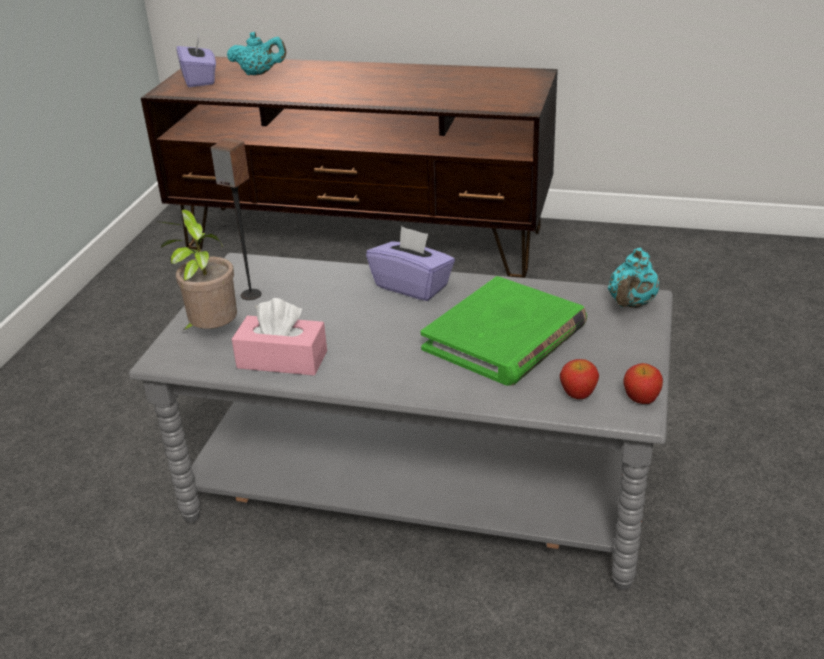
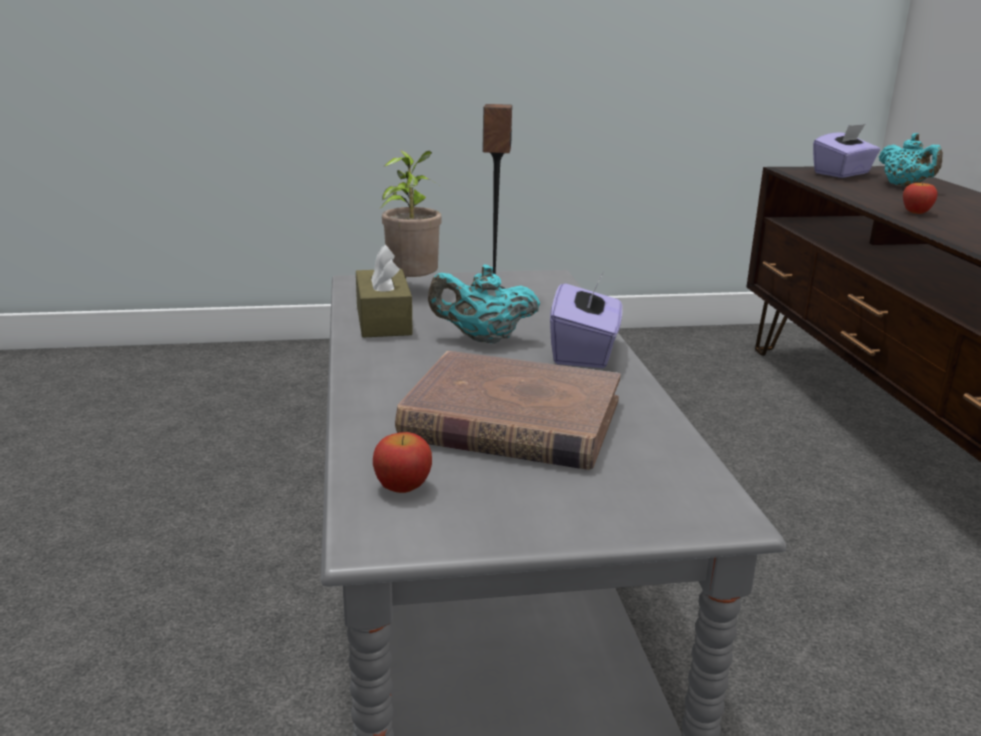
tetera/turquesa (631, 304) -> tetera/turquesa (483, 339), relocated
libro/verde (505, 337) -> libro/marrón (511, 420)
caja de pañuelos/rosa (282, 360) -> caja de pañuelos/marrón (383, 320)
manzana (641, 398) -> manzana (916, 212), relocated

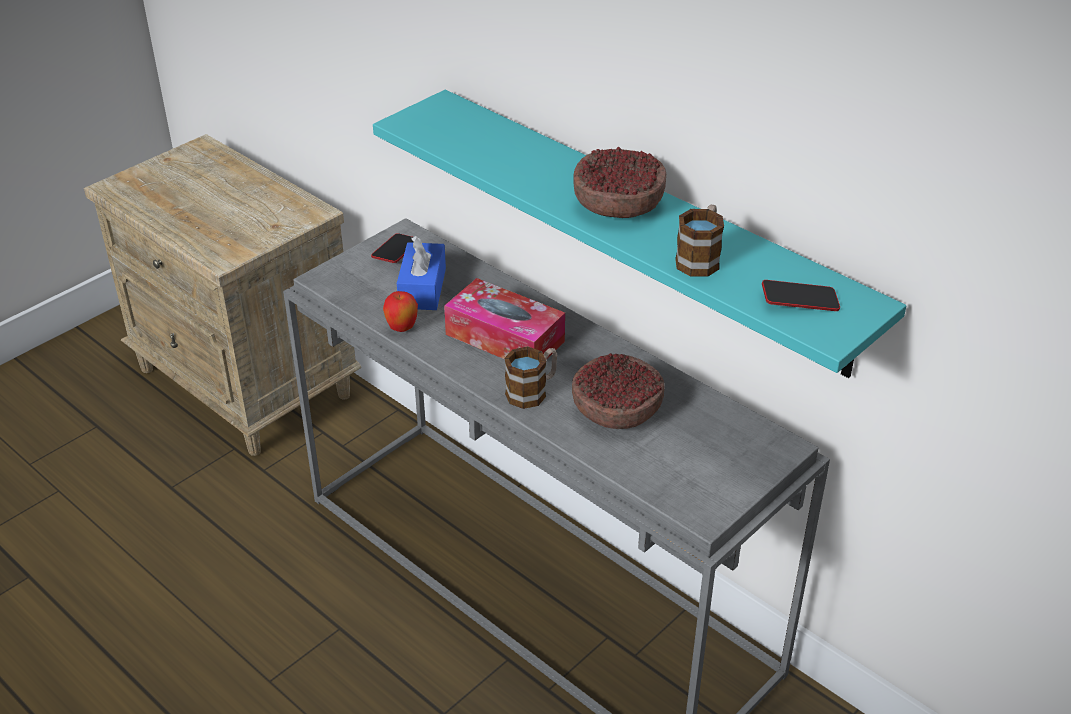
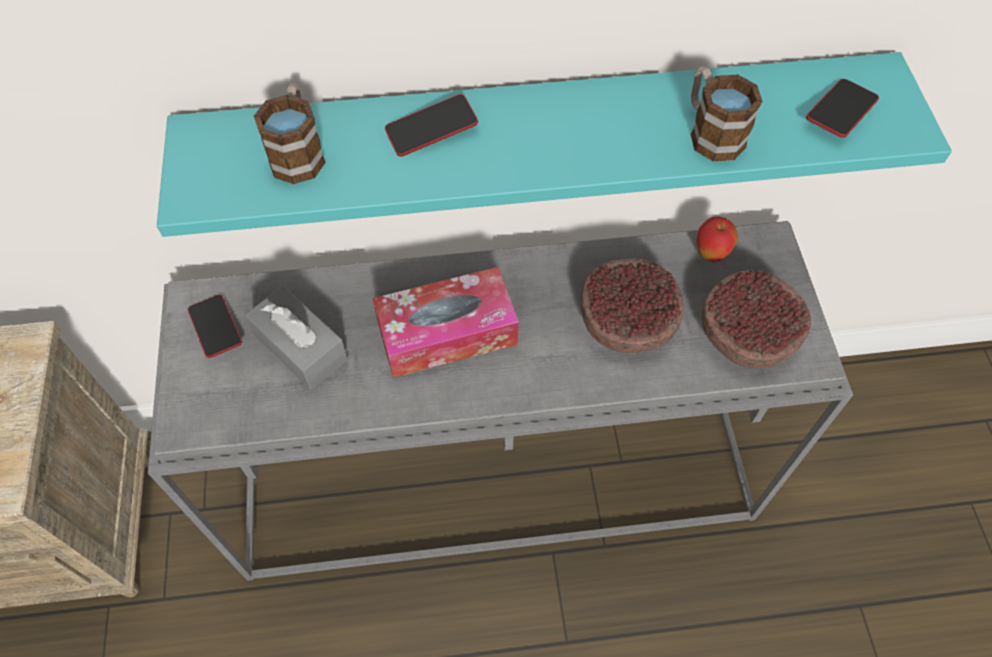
cuenco (617, 204) -> cuenco (747, 334), relocated
caja de pañuelos/azul (422, 288) -> caja de pañuelos/gris (300, 347)
manzana (402, 328) -> manzana (710, 254), relocated
taza grande (532, 391) -> taza grande (298, 152), relocated
none -> móvil (431, 130)

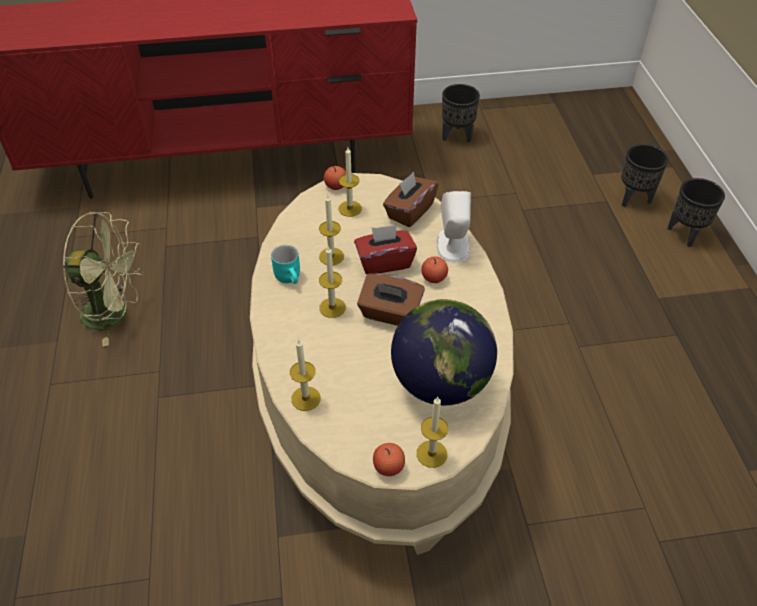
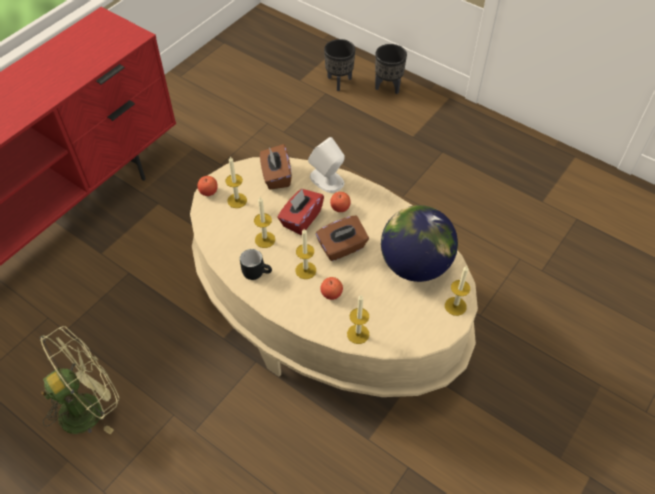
maceta/negro (457, 135) -> none
taza grande/turquesa (291, 277) -> taza grande/negro (257, 271)
manzana (388, 466) -> manzana (331, 293), relocated

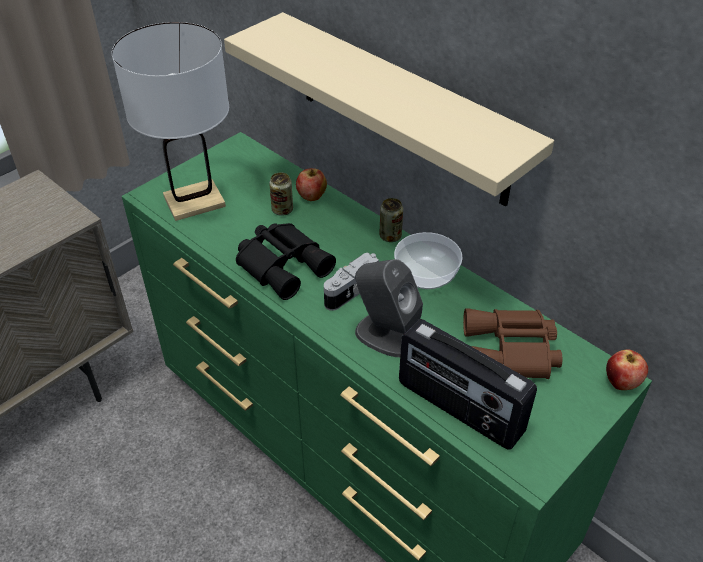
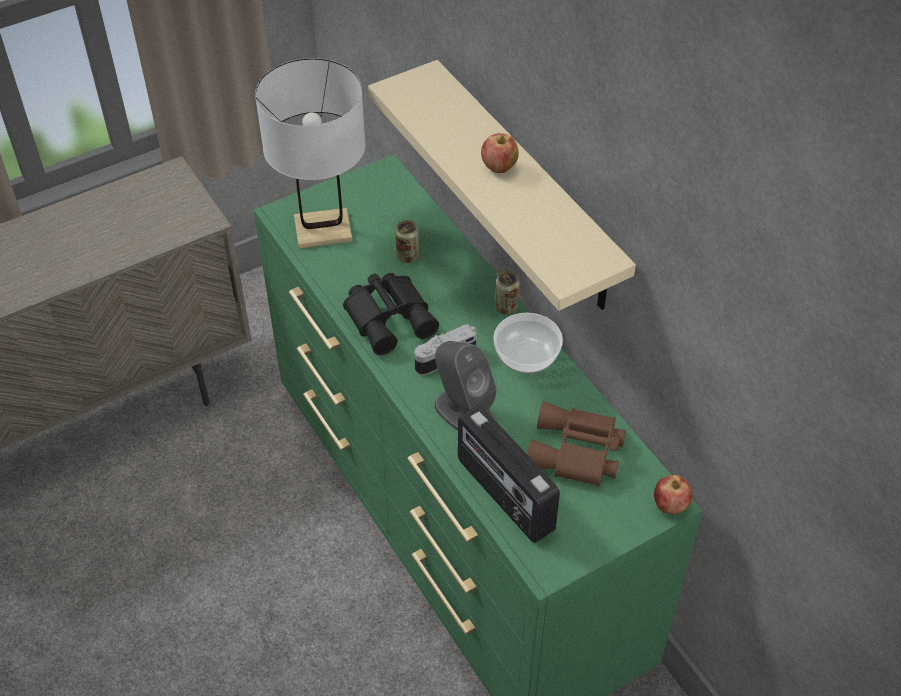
manzana (311, 197) -> manzana (499, 168), relocated

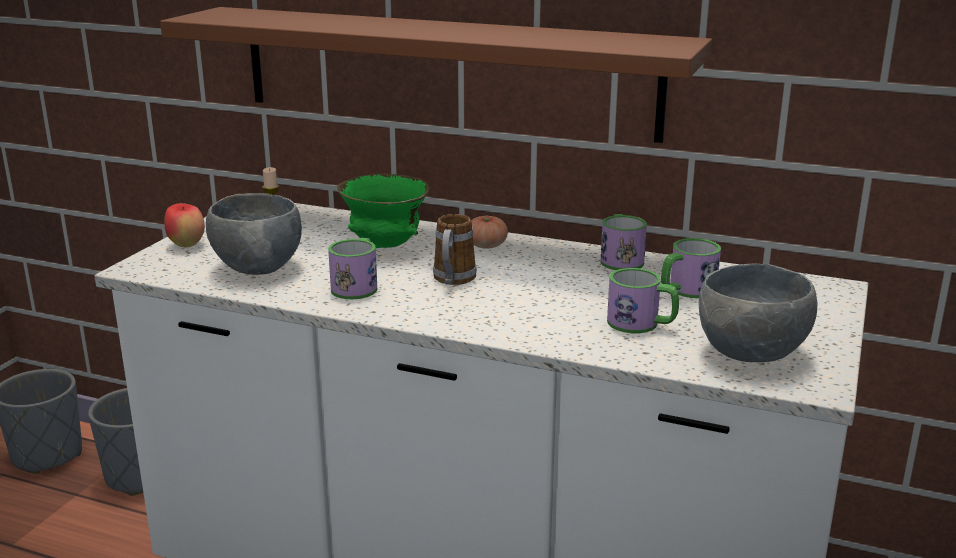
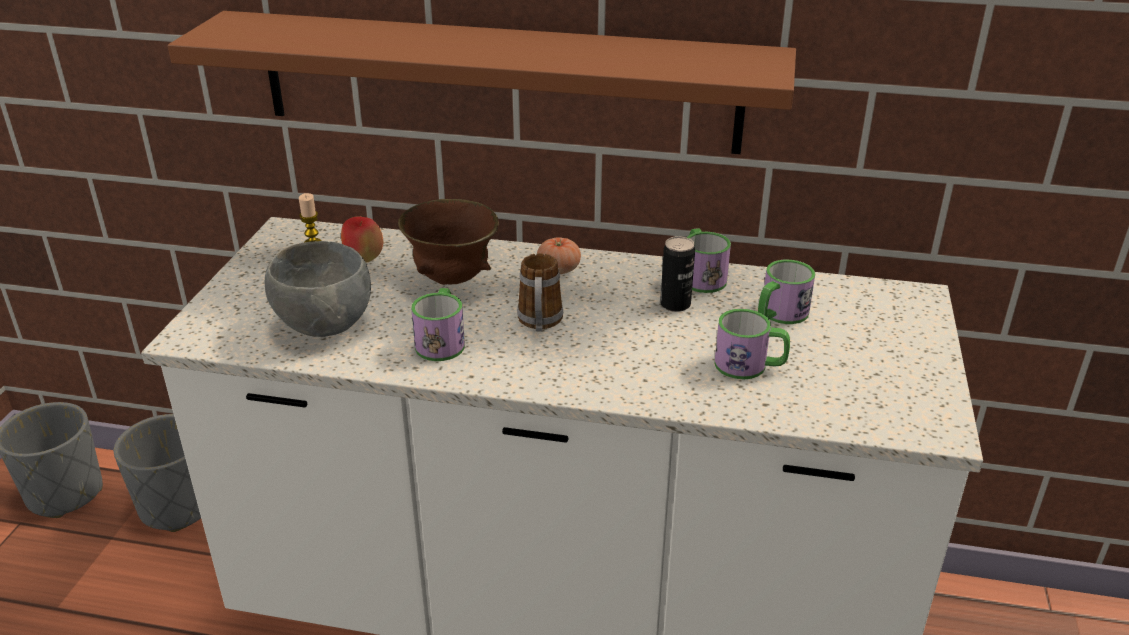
cuenco/verde (385, 246) -> cuenco/marrón (452, 280)
manzana (187, 245) -> manzana (364, 259), relocated
cuenco/gris (752, 355) -> none
none -> lata (675, 304)

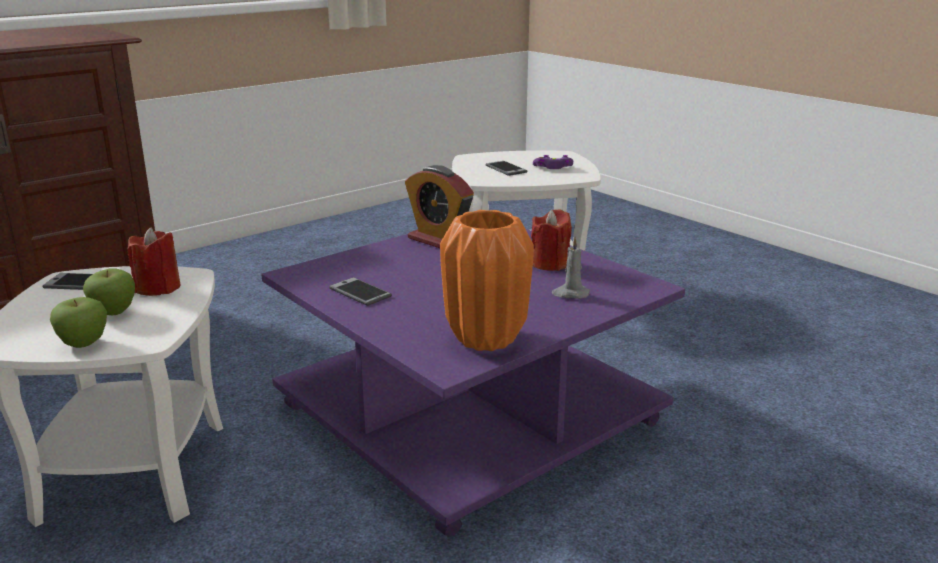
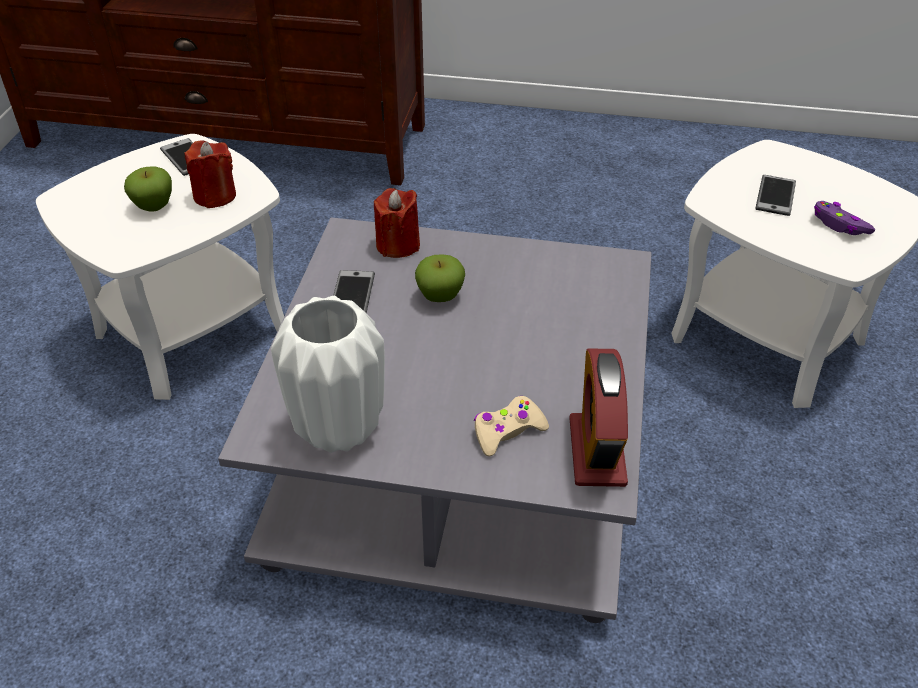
despertador (439, 241) -> despertador (597, 451), relocated
vela/rojo (550, 264) -> vela/rojo (398, 245), relocated
florero/naranja (486, 339) -> florero/blanco (338, 430)
mesa de centro/morado (473, 415) -> mesa de centro/gris (462, 470)
vela/gris (570, 294) -> mando de consola/beis (507, 431)
manzana (84, 343) -> manzana (440, 296), relocated

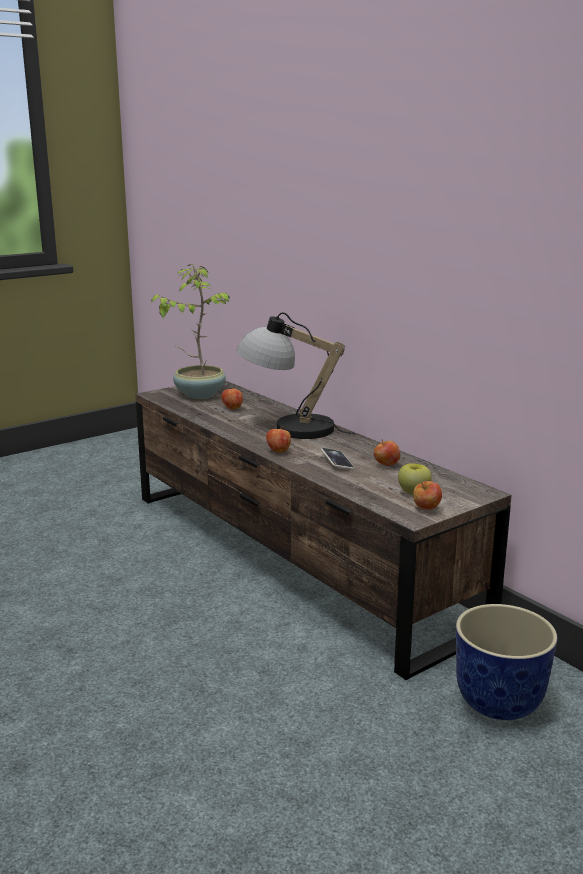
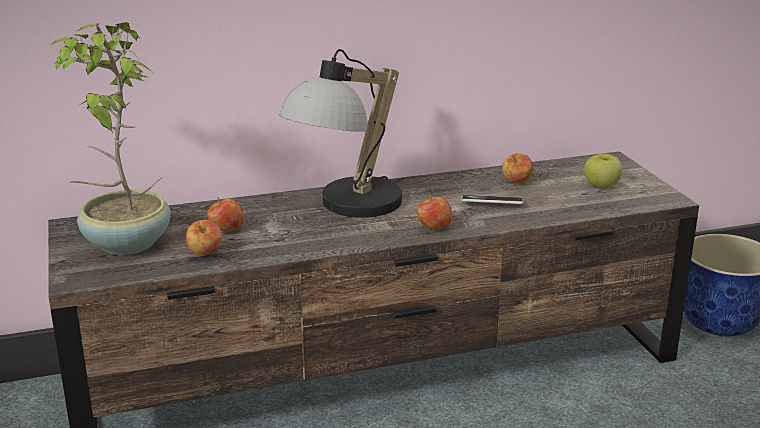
manzana (427, 509) -> manzana (205, 254), relocated

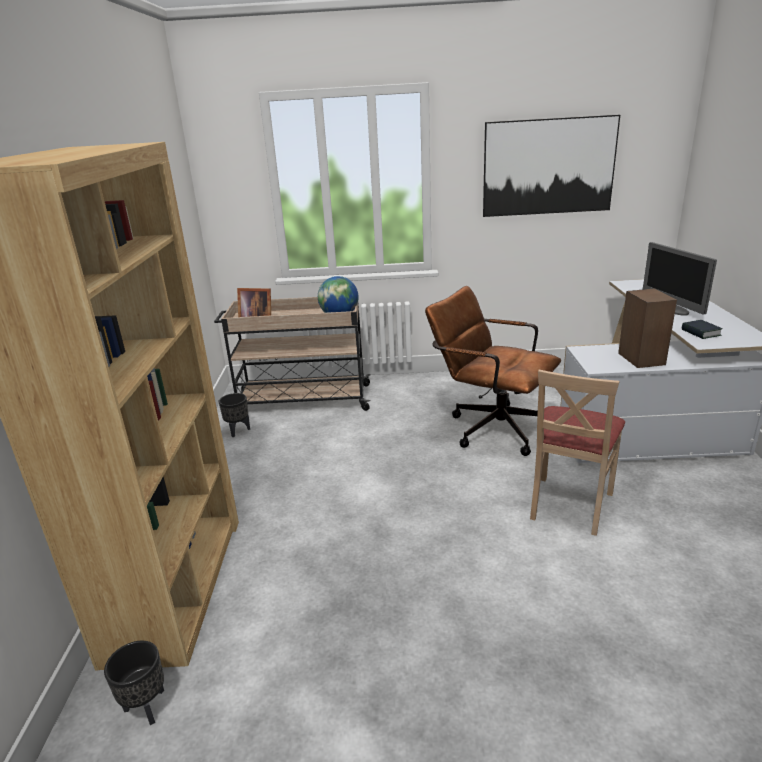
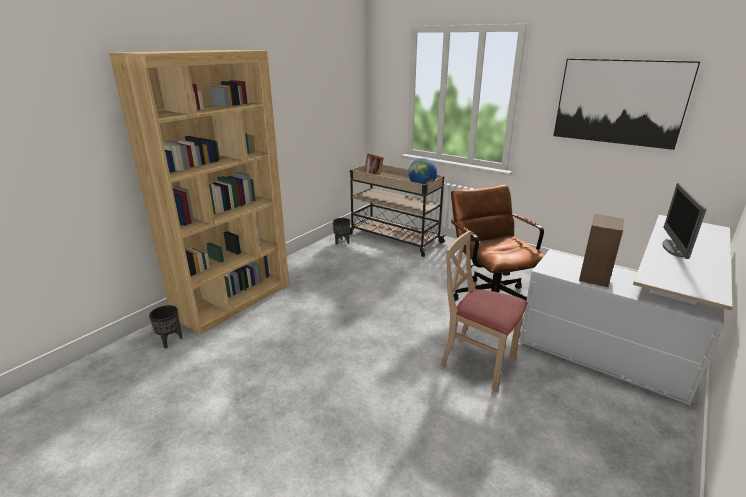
libro (700, 333) -> none
silla/beis (569, 504) -> silla/beis (478, 362), 60 degrees clockwise

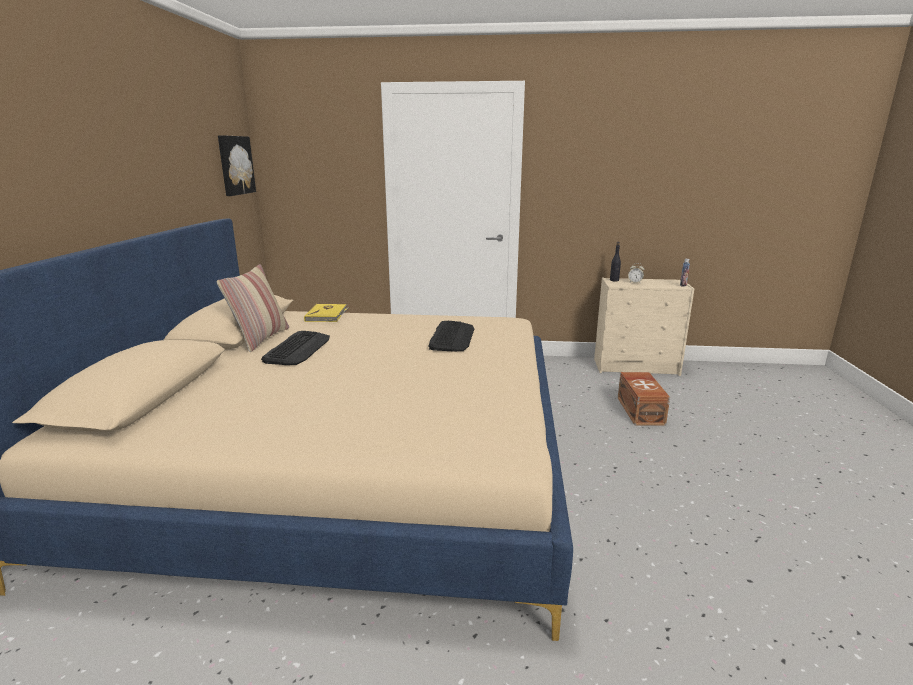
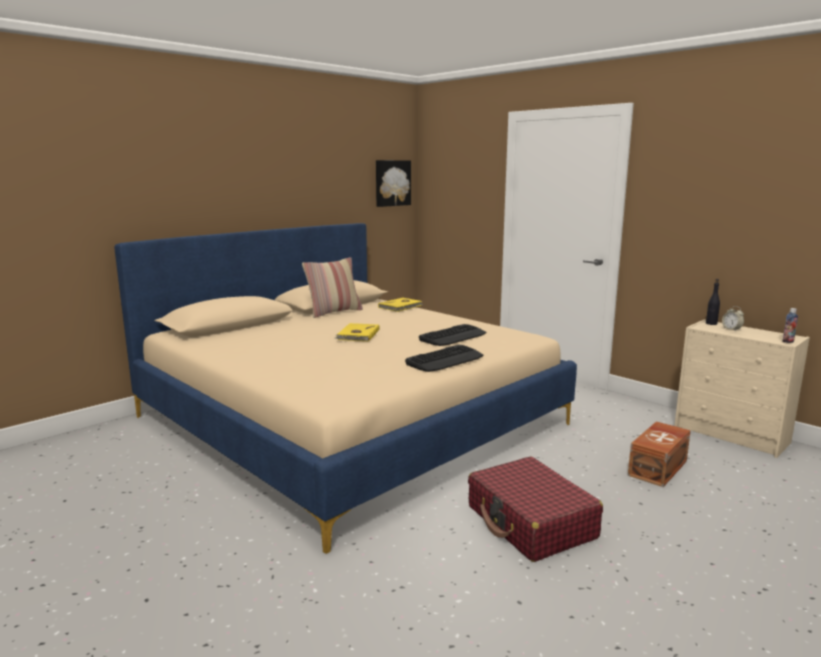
teclado (298, 349) -> teclado (445, 359), relocated
none -> libro/amarillo (357, 334)
none -> maleta/rojo (531, 522)

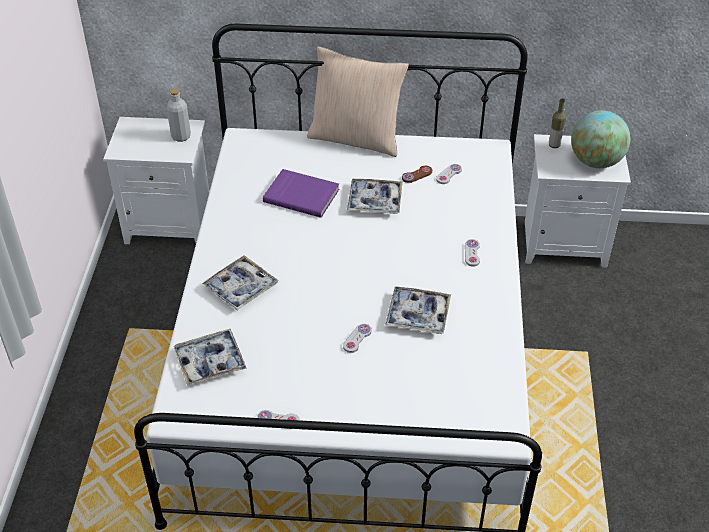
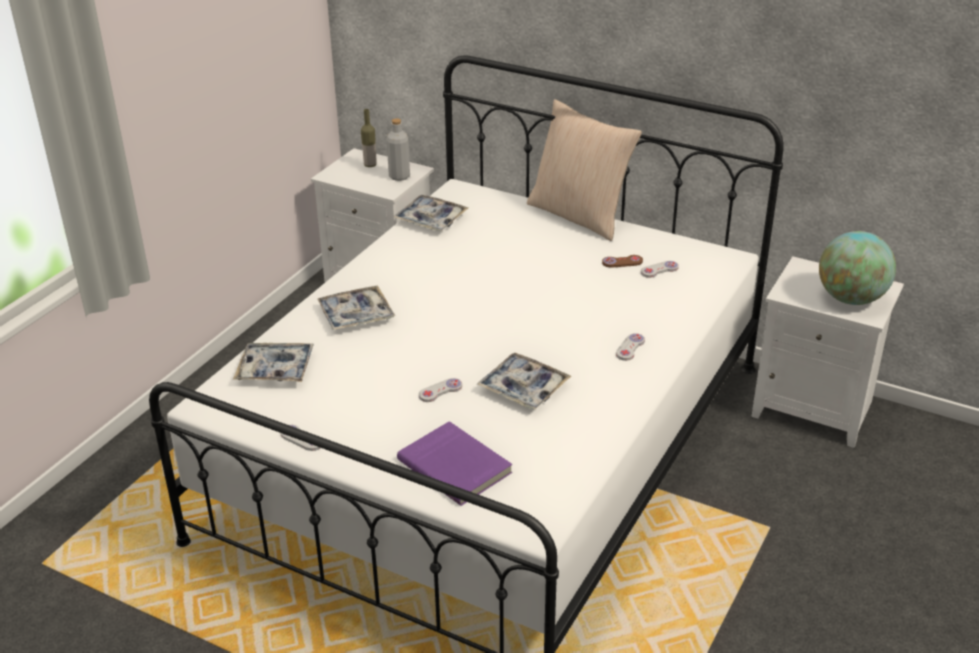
botella (554, 145) -> botella (370, 165), relocated
libro/morado (302, 195) -> libro/morado (456, 465), relocated
bandeja (374, 201) -> bandeja (431, 219), relocated

